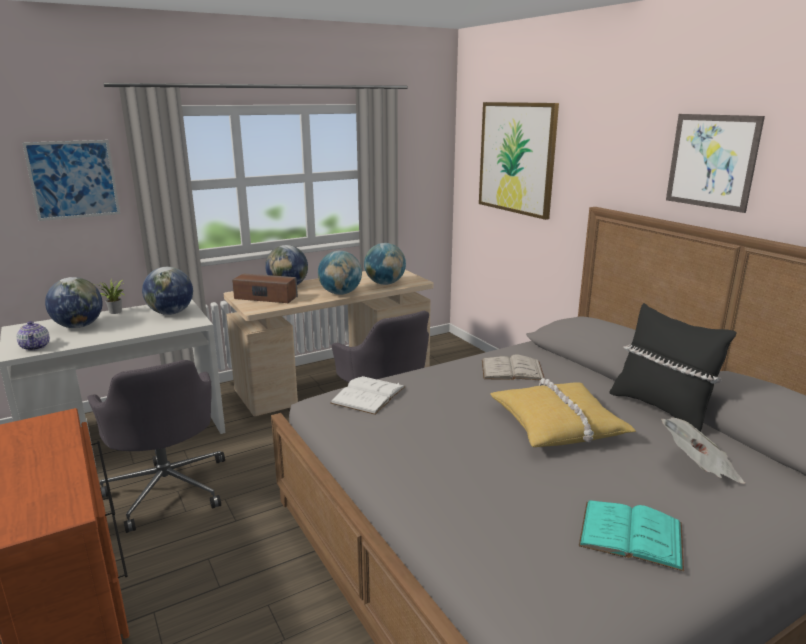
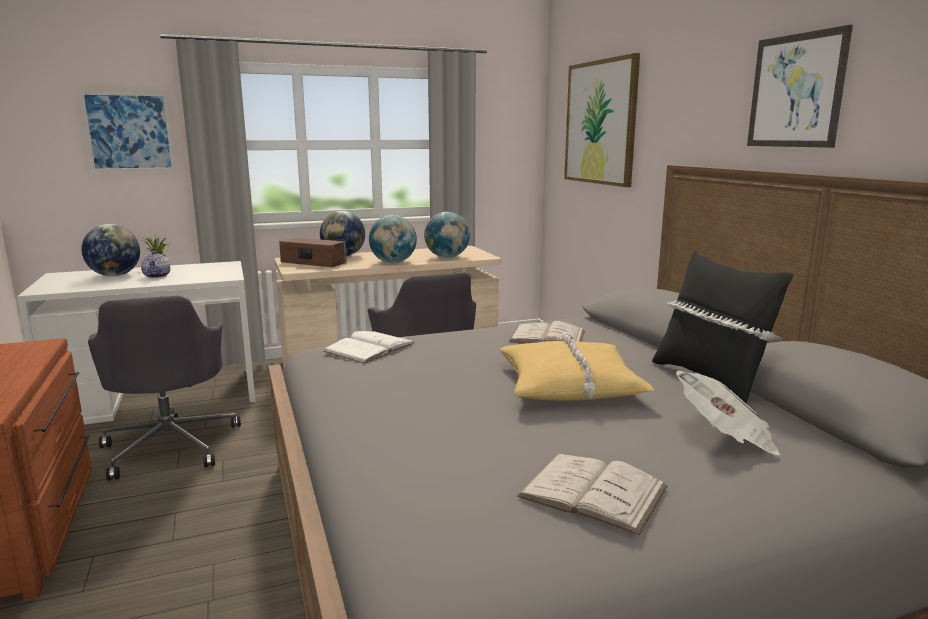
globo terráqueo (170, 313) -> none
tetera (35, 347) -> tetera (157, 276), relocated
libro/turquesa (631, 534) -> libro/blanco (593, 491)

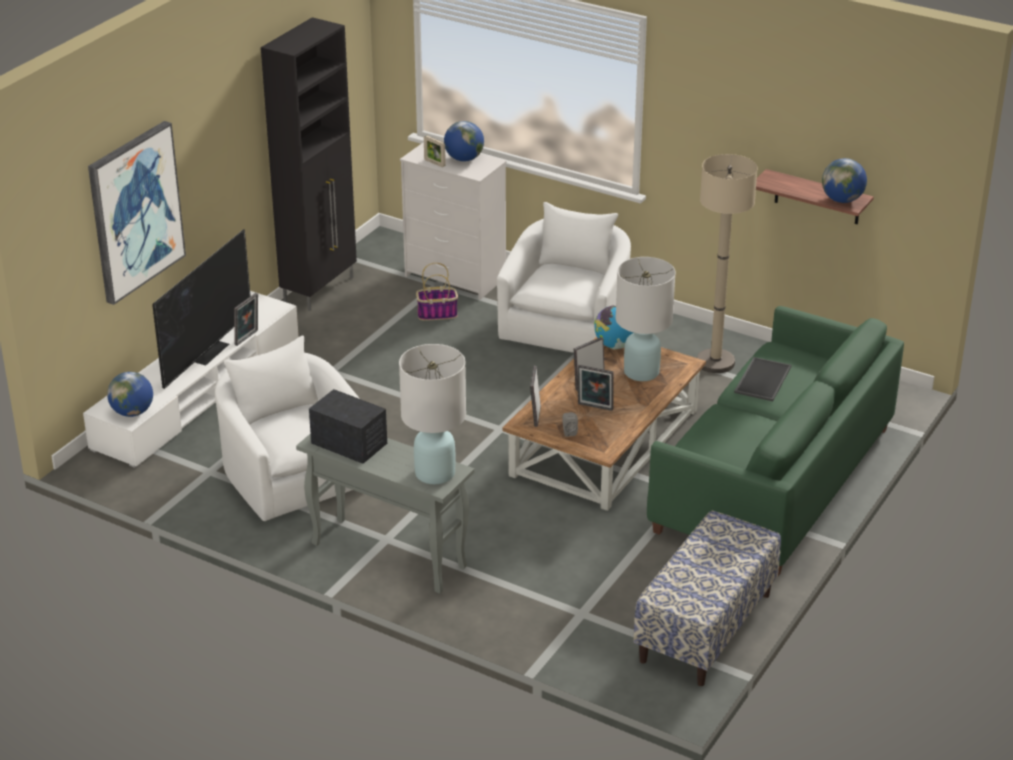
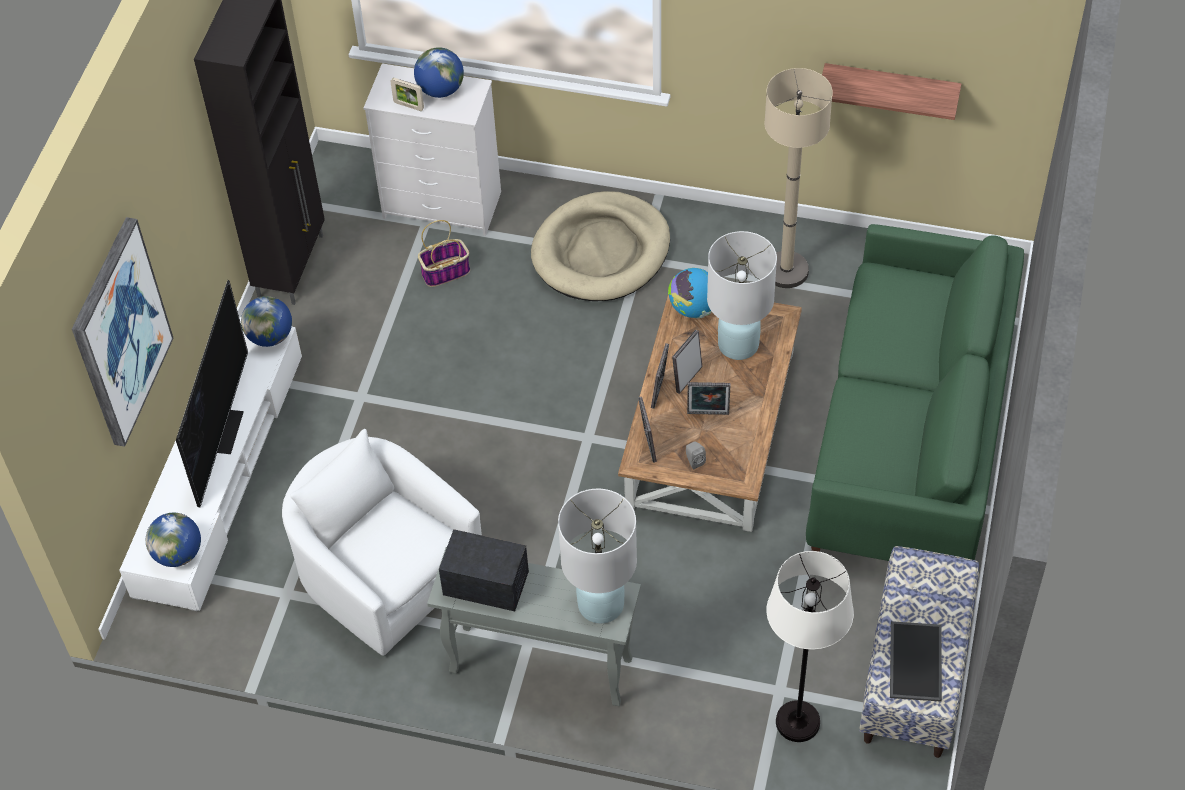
globo terráqueo (842, 200) -> globo terráqueo (270, 336), relocated
sillón/blanco (568, 324) -> cama para perro/beis (601, 251)
portarretratos (248, 338) -> portarretratos (660, 392), relocated
bandeja (762, 379) -> bandeja (914, 660), relocated
none -> lámpara de pie/blanco (797, 722)

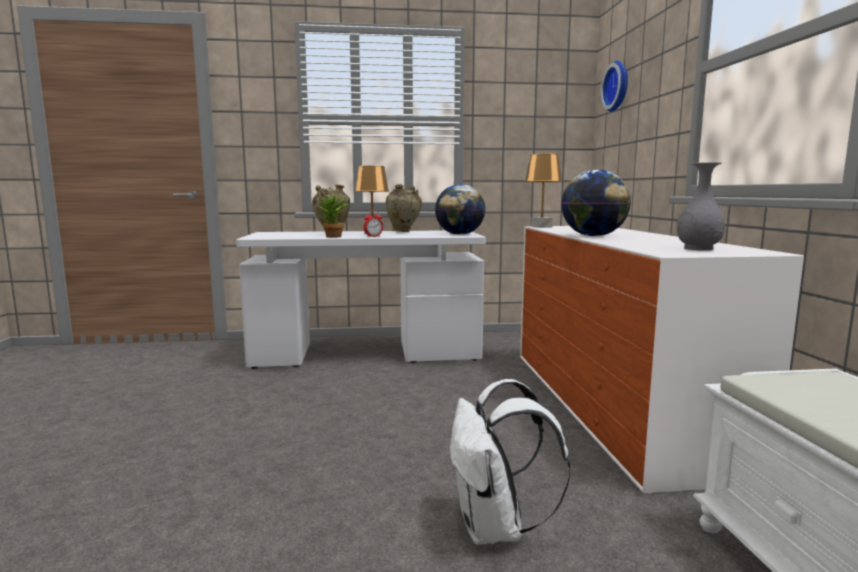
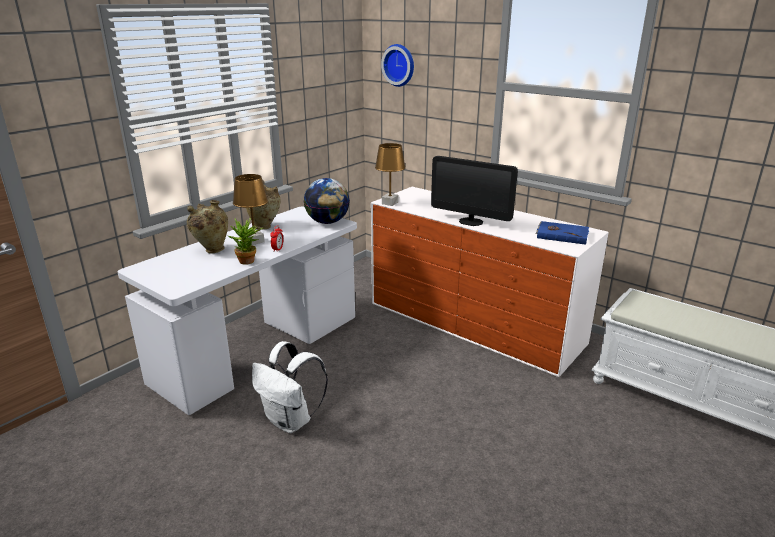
florero/gris (698, 248) -> libro/azul (562, 235)
globo terráqueo (593, 236) -> monitor (471, 221)
mochila/blanco (495, 528) -> mochila/blanco (291, 421), relocated

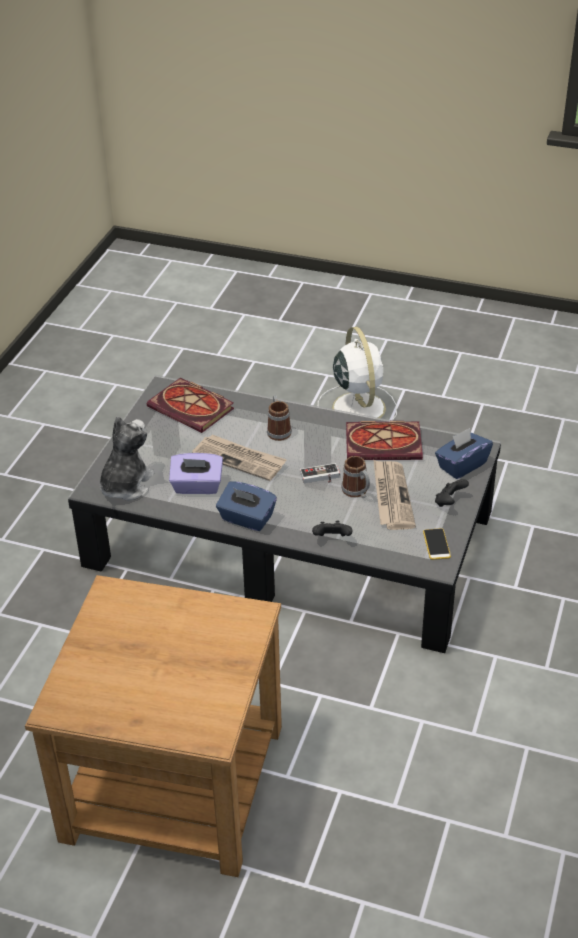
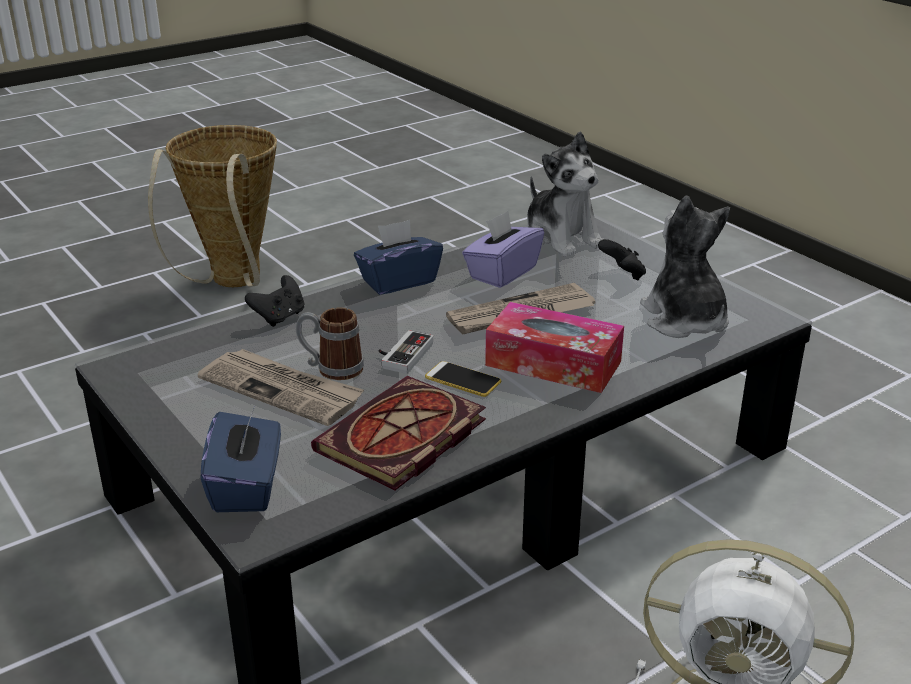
libro (193, 408) -> peluche (684, 320)
taza grande (278, 430) -> caja de pañuelos (553, 363)
mando de consola/negro (449, 502) -> mando de consola/negro (622, 275), relocated
móvil (436, 544) -> móvil (463, 380), relocated
mesa auxiliar/marrón (173, 782) -> cesta (232, 283)

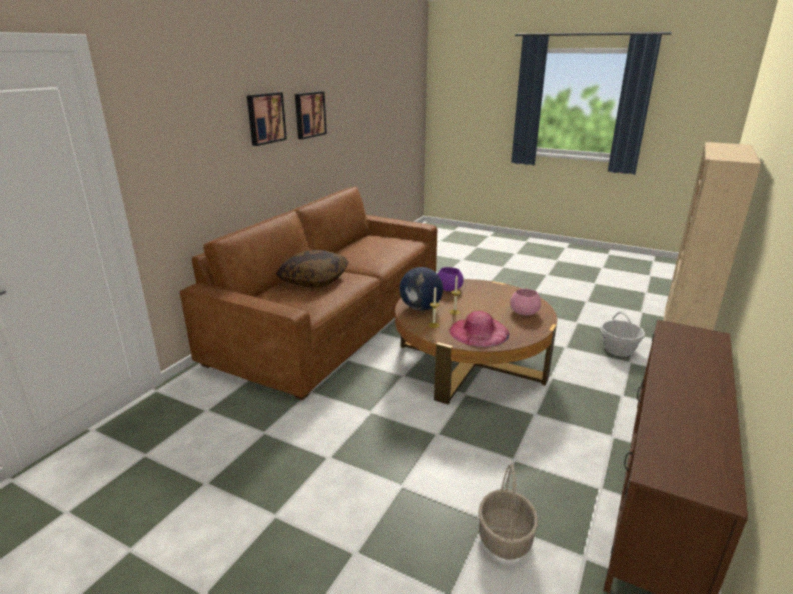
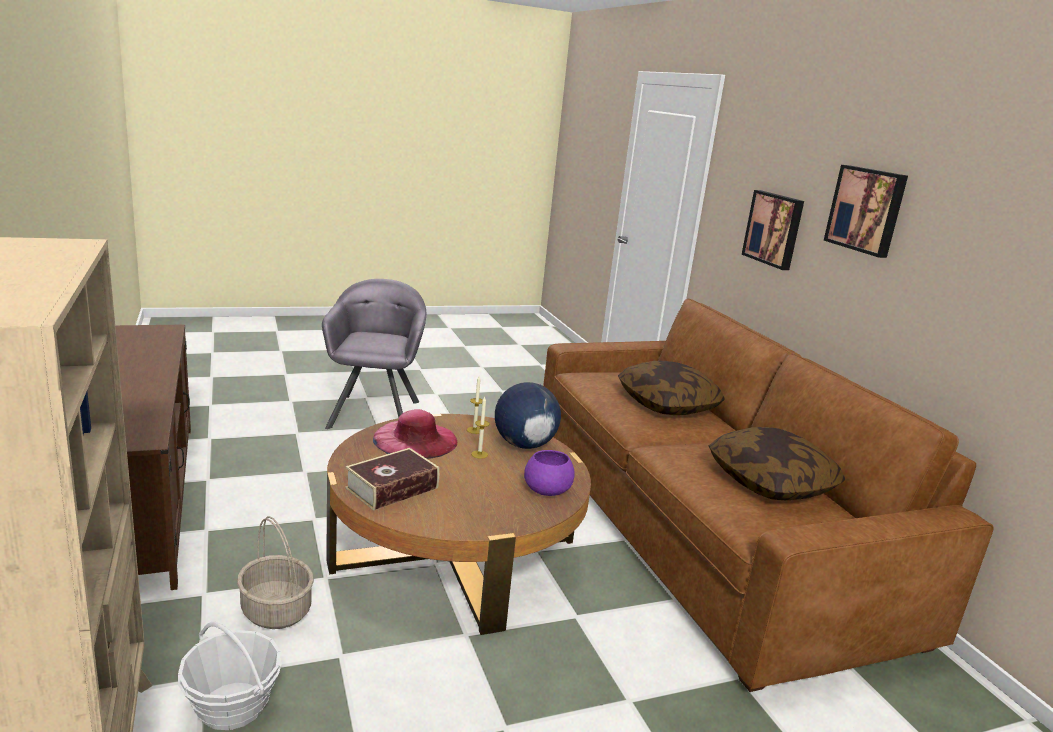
cuadro (309, 114) -> cuadro (774, 229), relocated
cuenco/rosa (525, 312) -> libro (392, 488)
cesta (504, 537) -> cesta (277, 611), relocated
none -> sillón/gris (375, 414)
none -> cojín (770, 482)

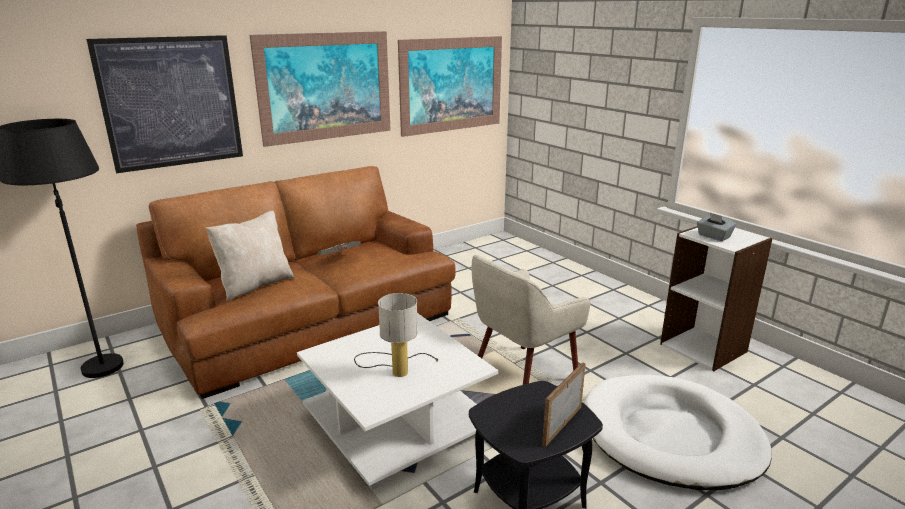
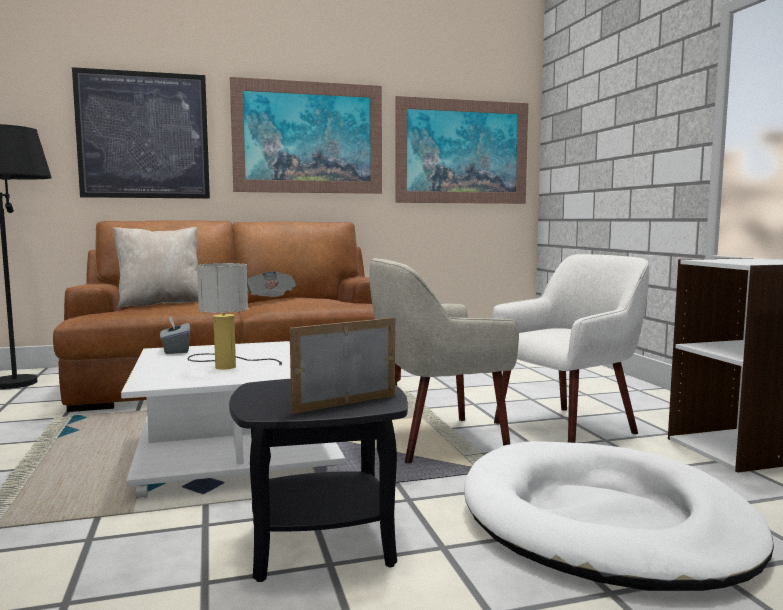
caja de pañuelos/gris (713, 236) -> caja de pañuelos/gris (176, 350), relocated
none -> sillón/blanco (567, 428)

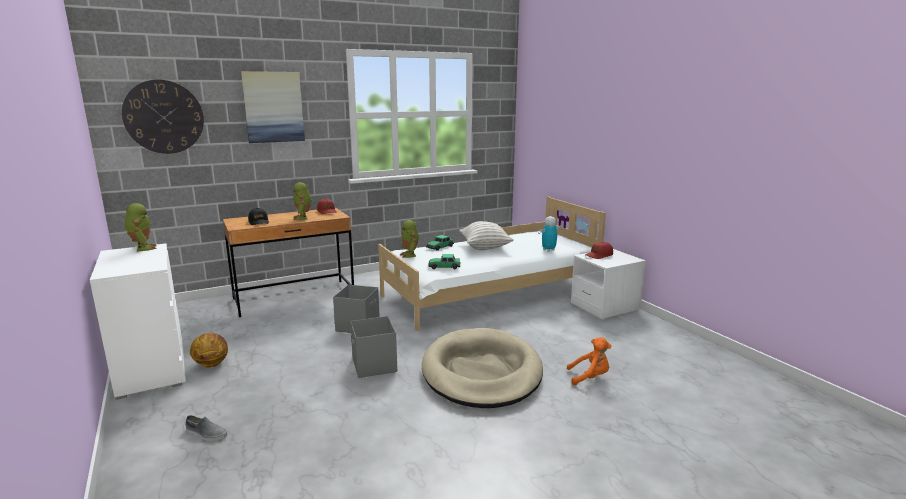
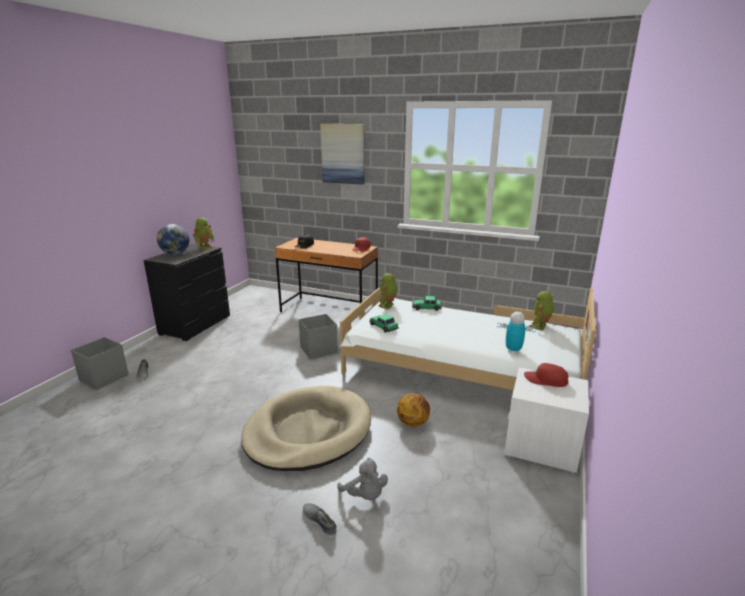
reloj de pared (164, 117) -> none
robot de juguete (303, 218) -> robot de juguete (540, 327), relocated
cojín (485, 248) -> none
cómoda/blanco (152, 369) -> cómoda/negro (195, 325)
caja de almacenaje/gris (374, 365) -> caja de almacenaje/gris (103, 378), relocated
balón de baloncesto (211, 364) -> balón de baloncesto (413, 423), relocated
peluche/naranja (590, 377) -> peluche/gris (365, 495)
none -> globo terráqueo (175, 254)
none -> zapato/gris (319, 521)

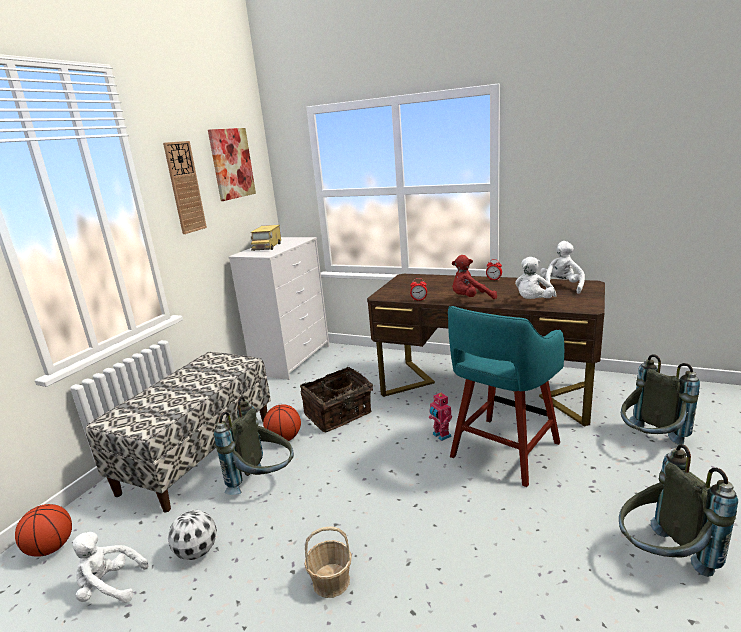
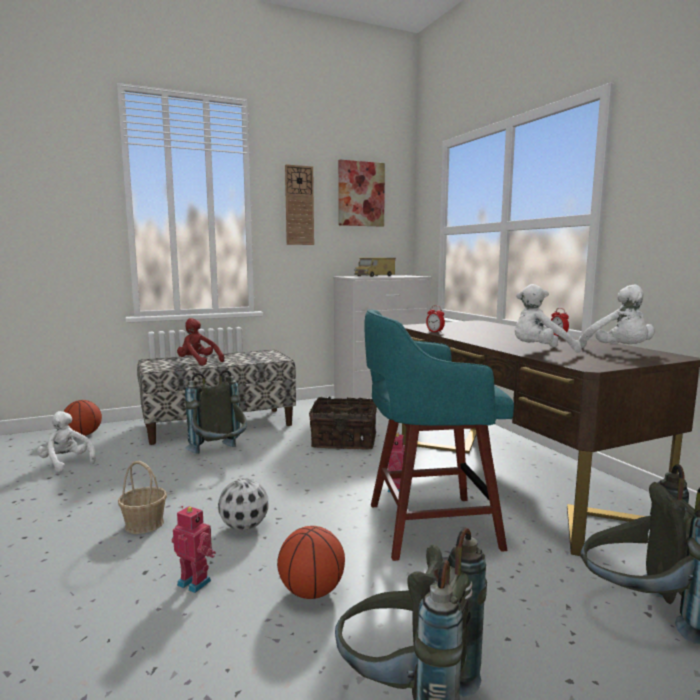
peluche/blanco (561, 287) -> peluche/blanco (619, 351), 105 degrees clockwise
peluche/rojo (470, 299) -> peluche/rojo (198, 362), relocated
balón de baloncesto (284, 439) -> balón de baloncesto (311, 592), relocated
balón de fútbol (197, 551) -> balón de fútbol (245, 526), relocated
none -> robot de juguete (195, 581)

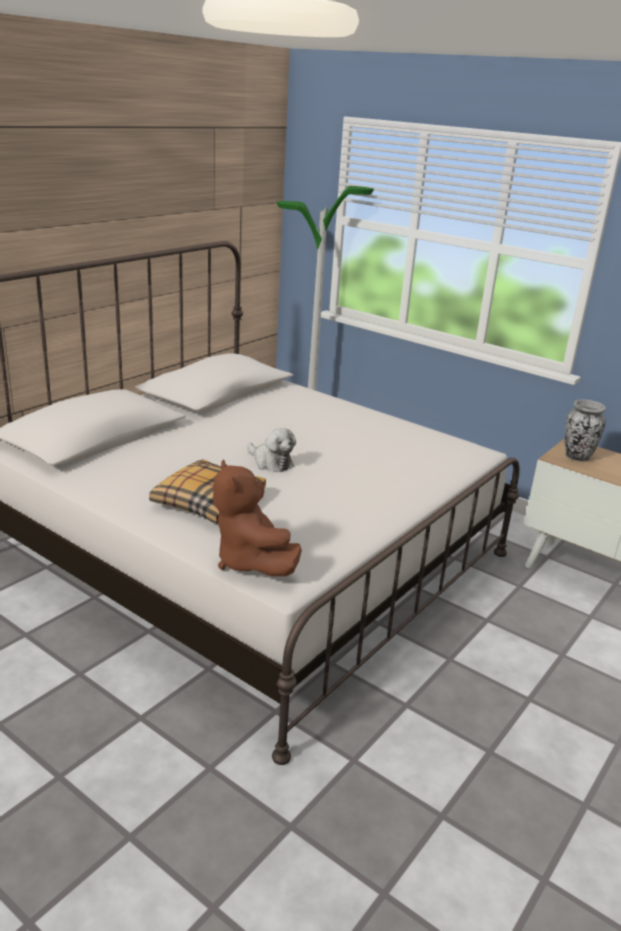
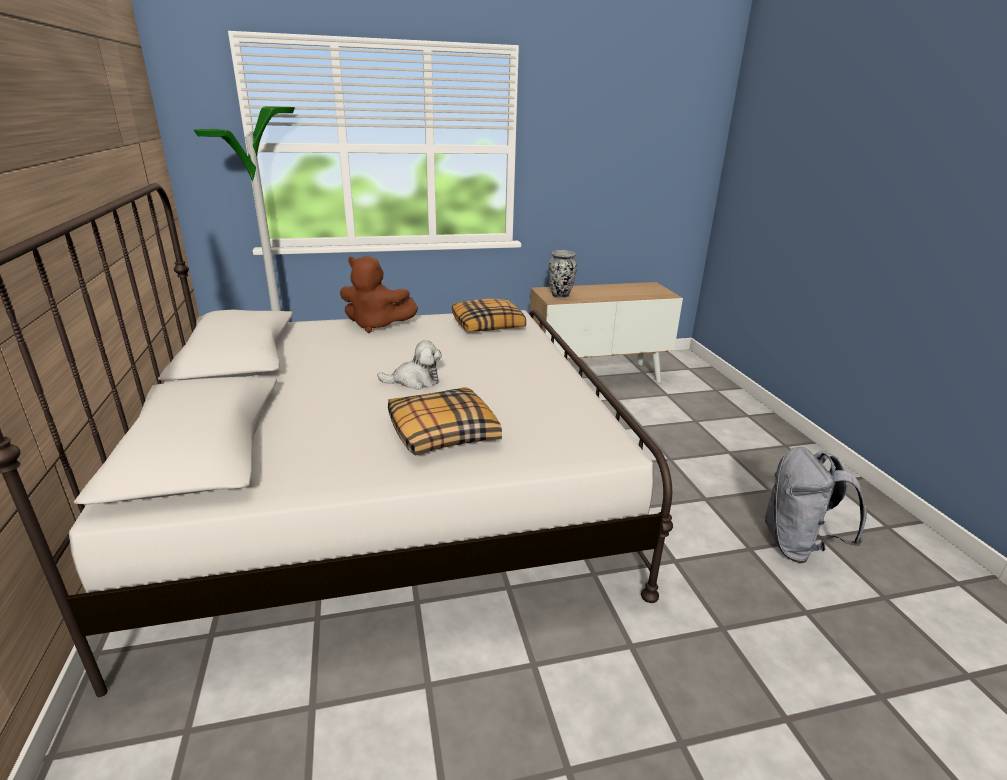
peluche/marrón (251, 562) -> peluche/marrón (376, 325), relocated
none -> cojín (488, 324)
none -> mochila/gris (797, 546)

